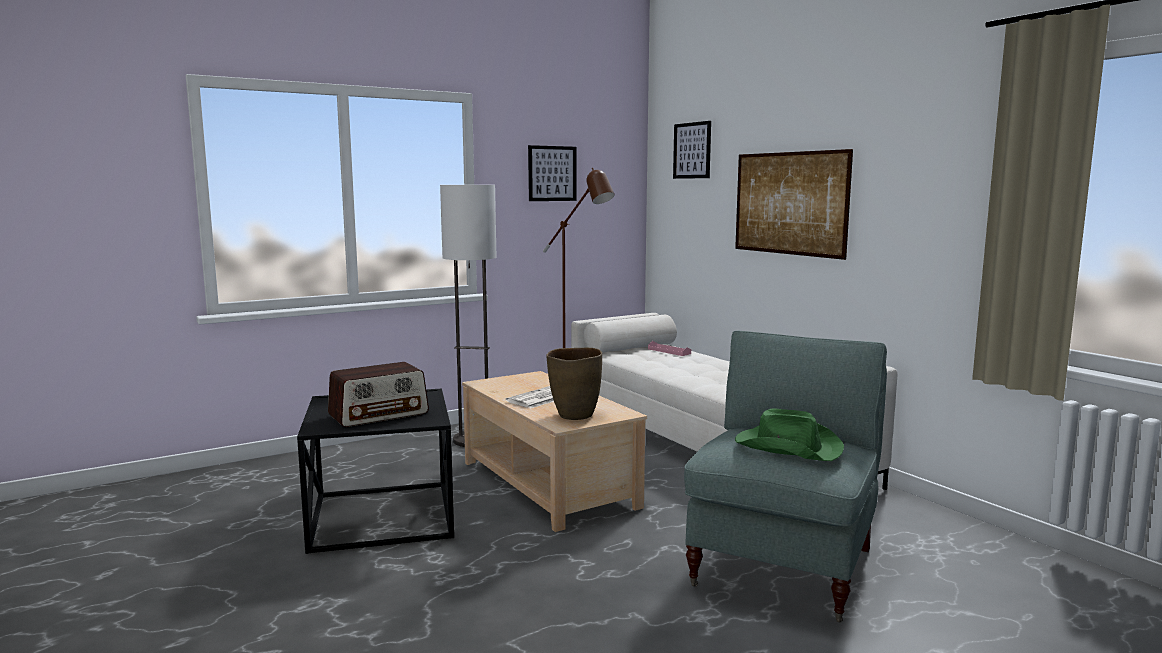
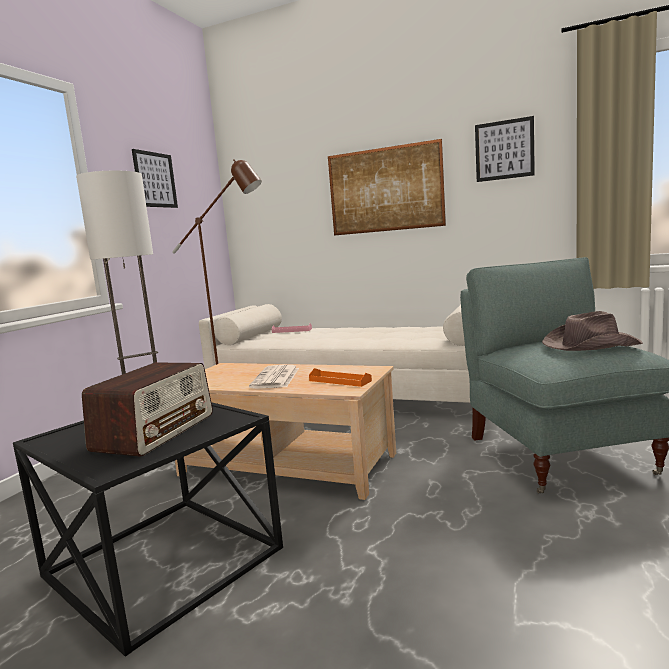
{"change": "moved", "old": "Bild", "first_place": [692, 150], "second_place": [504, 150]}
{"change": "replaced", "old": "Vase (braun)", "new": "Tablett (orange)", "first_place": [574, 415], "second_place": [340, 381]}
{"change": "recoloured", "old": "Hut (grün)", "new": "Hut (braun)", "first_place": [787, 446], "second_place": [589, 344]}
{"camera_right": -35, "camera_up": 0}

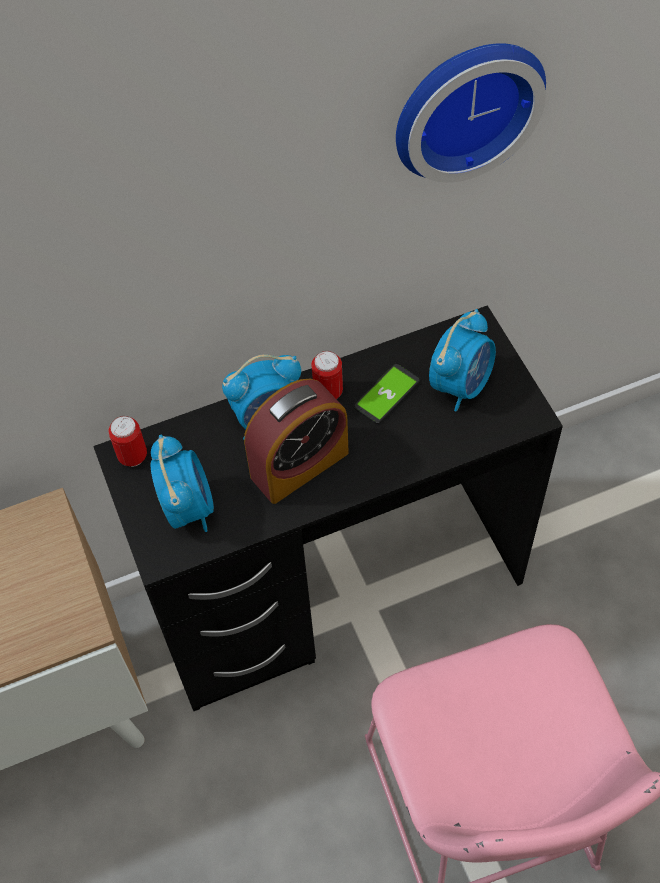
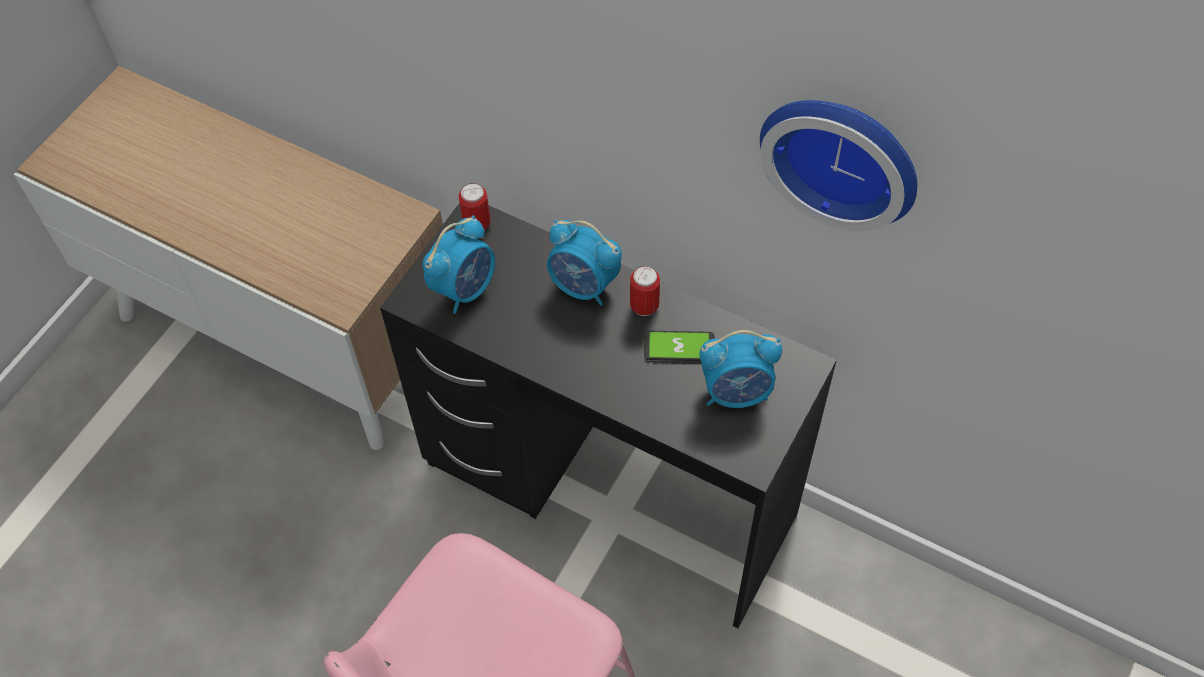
{"change": "removed", "old": "Wecker", "first_place": [299, 464]}
{"camera_right": 50, "camera_up": 0}

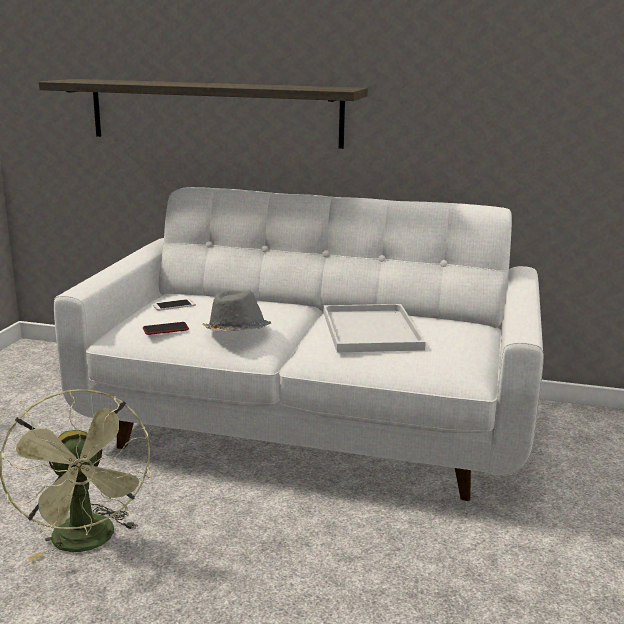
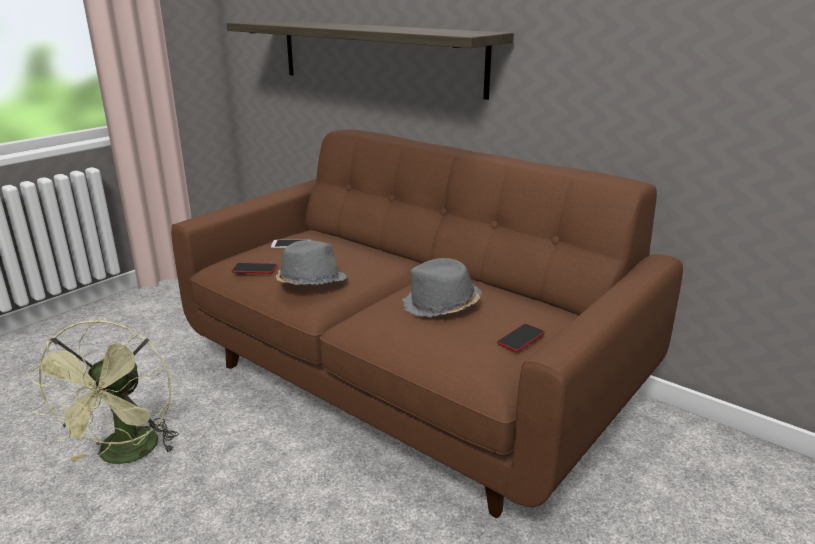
{"change": "added", "new": "Handy", "second_place": [521, 339]}
{"change": "replaced", "old": "Tablett (weiß)", "new": "Hut (grau)", "first_place": [372, 331], "second_place": [440, 306]}
{"change": "recoloured", "old": "Sofa (weiß)", "new": "Sofa (braun)", "first_place": [311, 423], "second_place": [409, 381]}
{"camera_right": 25, "camera_up": 5}

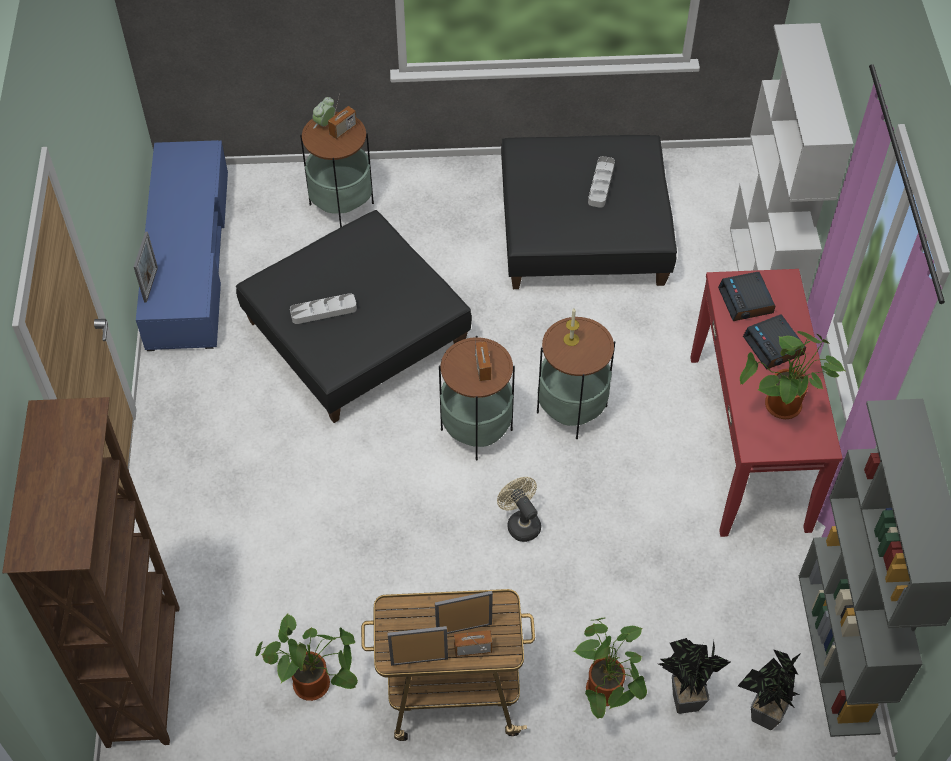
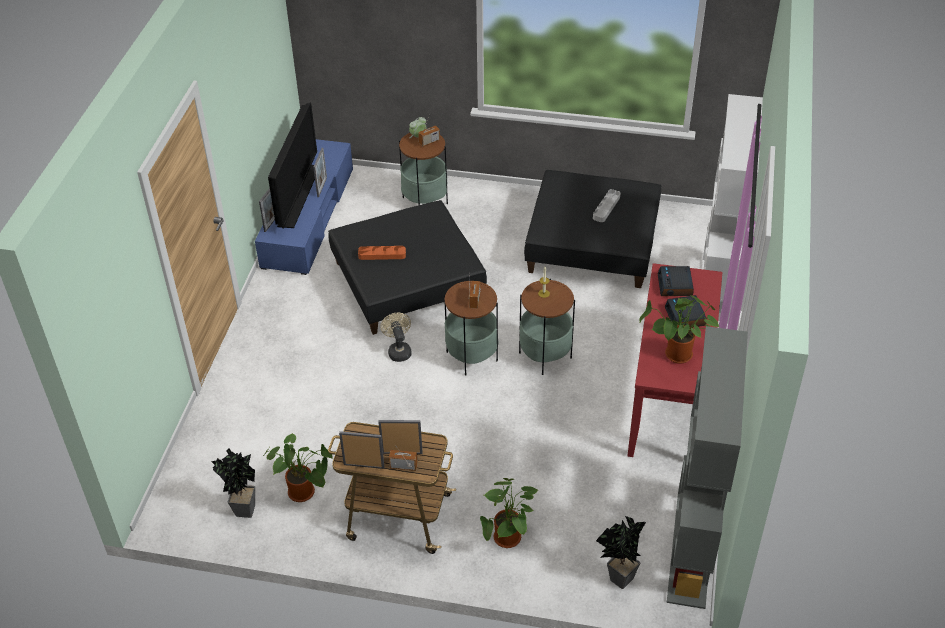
{"change": "removed", "old": "Bücherregal (braun)", "first_place": [145, 674]}
{"change": "added", "new": "Fernseher", "second_place": [298, 196]}
{"change": "added", "new": "Bilderrahmen", "second_place": [322, 187]}
{"change": "moved", "old": "Ventilator (beige)", "first_place": [520, 523], "second_place": [398, 350]}
{"change": "moved", "old": "Topfpflanze", "first_place": [680, 700], "second_place": [242, 508]}
{"change": "recoloured", "old": "Tablett (grau)", "new": "Tablett (orange)", "first_place": [323, 311], "second_place": [382, 255]}
{"camera_right": 15, "camera_up": -10}

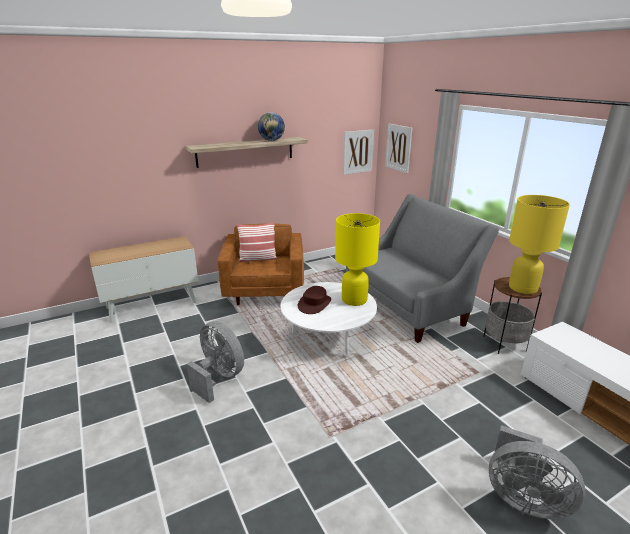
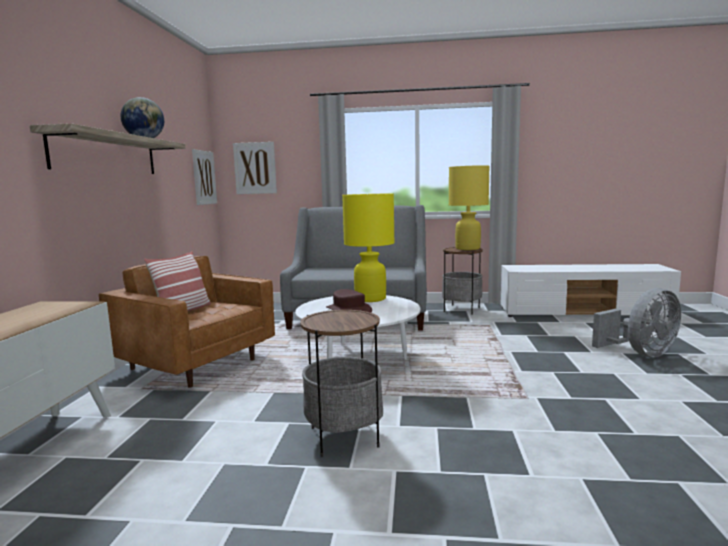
{"change": "replaced", "old": "Ventilator (grau)", "new": "Beistelltisch", "first_place": [219, 377], "second_place": [344, 437]}
{"camera_right": -55, "camera_up": -15}

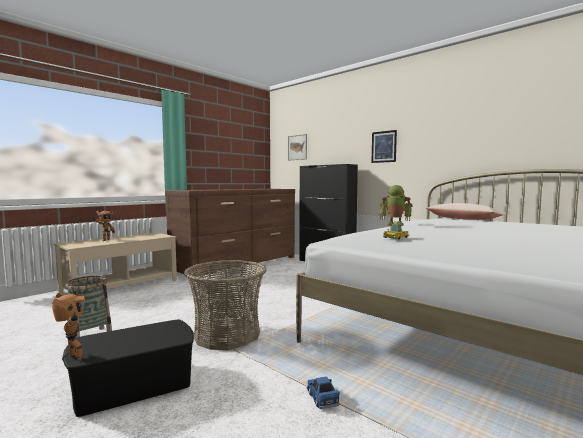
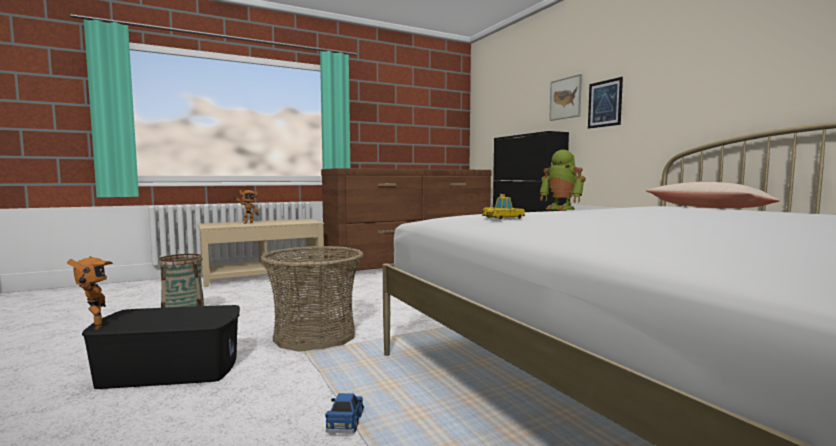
{"change": "moved", "old": "Bild", "first_place": [297, 147], "second_place": [565, 98]}
{"camera_right": 20, "camera_up": 0}

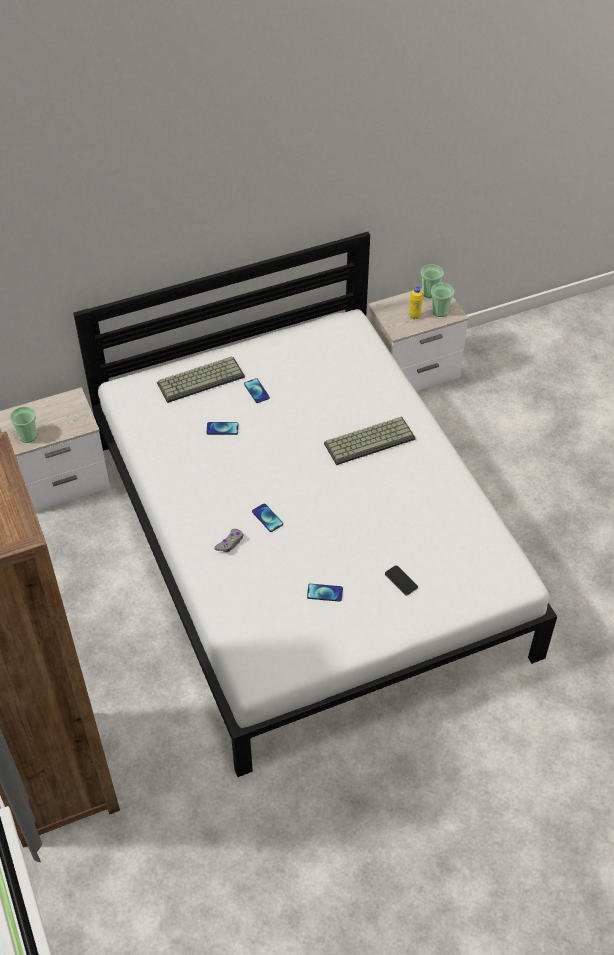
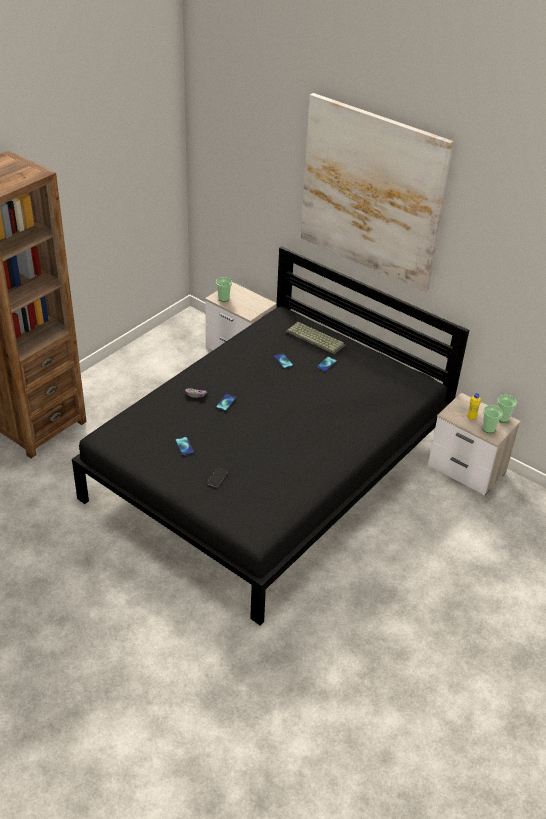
{"change": "removed", "old": "Tastatur", "first_place": [369, 440]}
{"change": "added", "new": "Bild", "second_place": [371, 192]}
{"change": "recoloured", "old": "Bett (weiß)", "new": "Bett (schwarz)", "first_place": [308, 544], "second_place": [271, 469]}
{"camera_right": 60, "camera_up": -10}

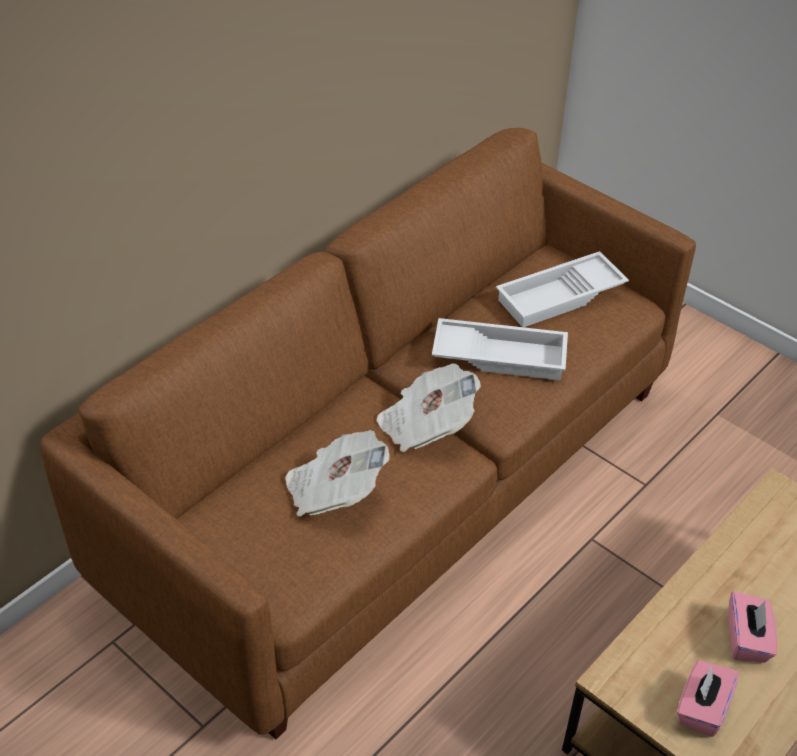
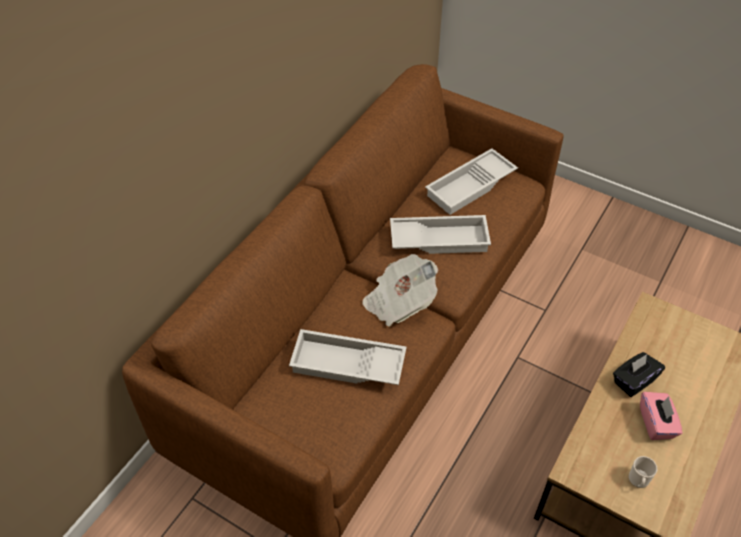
{"change": "added", "new": "Taschentuchbox (schwarz)", "second_place": [633, 381]}
{"change": "replaced", "old": "Zeitung", "new": "Tablett (weiß)", "first_place": [335, 491], "second_place": [347, 365]}
{"change": "replaced", "old": "Taschentuchbox (rosa)", "new": "Henkelbecher", "first_place": [701, 709], "second_place": [638, 481]}
{"camera_right": -10, "camera_up": 5}

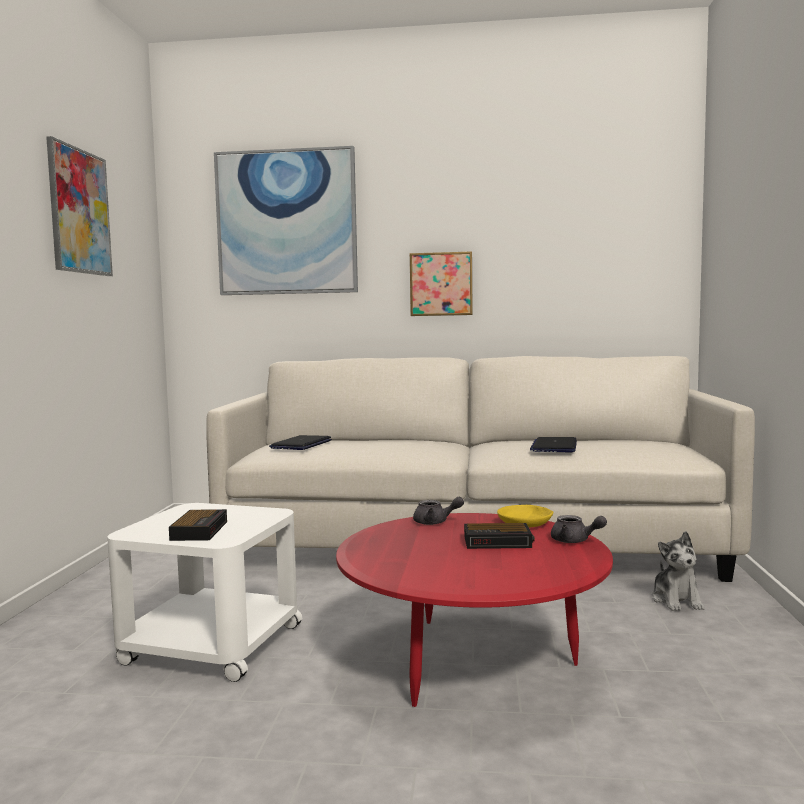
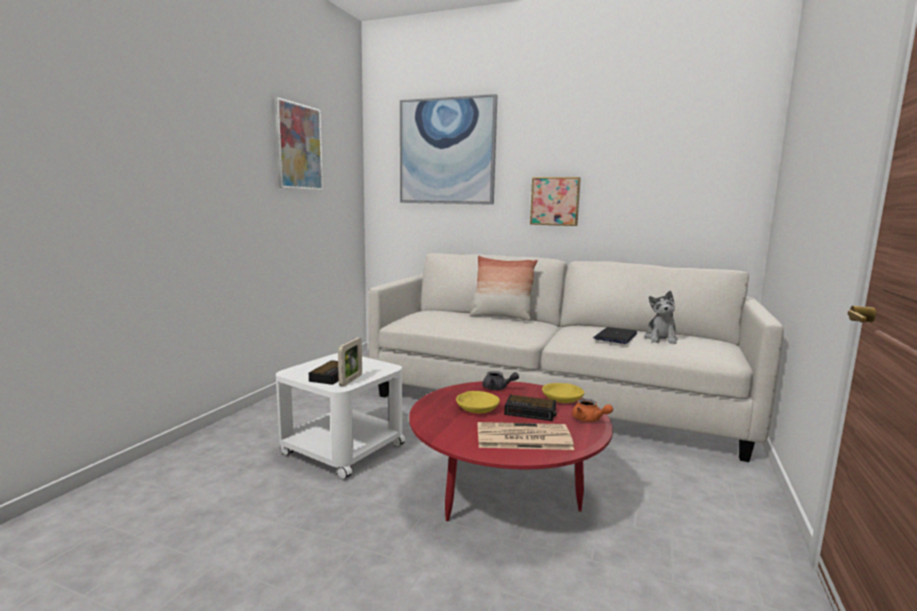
{"change": "removed", "old": "Laptop", "first_place": [301, 444]}
{"change": "added", "new": "Bilderrahmen", "second_place": [351, 380]}
{"change": "added", "new": "Schüssel (gelb)", "second_place": [477, 408]}
{"change": "added", "new": "Kissen", "second_place": [501, 317]}
{"change": "added", "new": "Zeitung", "second_place": [522, 437]}
{"change": "moved", "old": "Plüschtier", "first_place": [676, 600], "second_place": [661, 339]}
{"change": "recoloured", "old": "Teekanne (grau)", "new": "Teekanne (orange)", "first_place": [574, 541], "second_place": [589, 420]}
{"camera_right": 15, "camera_up": 5}

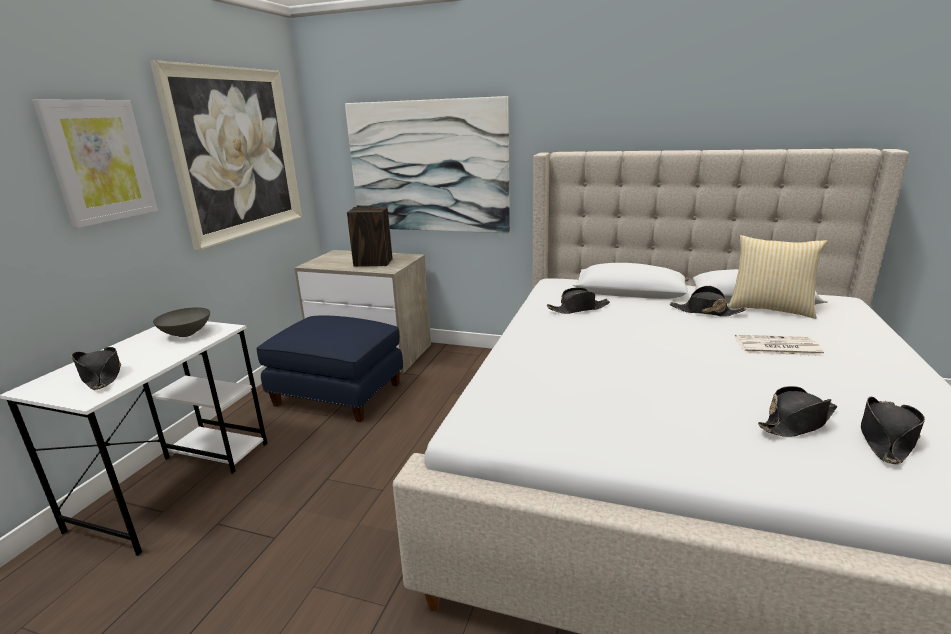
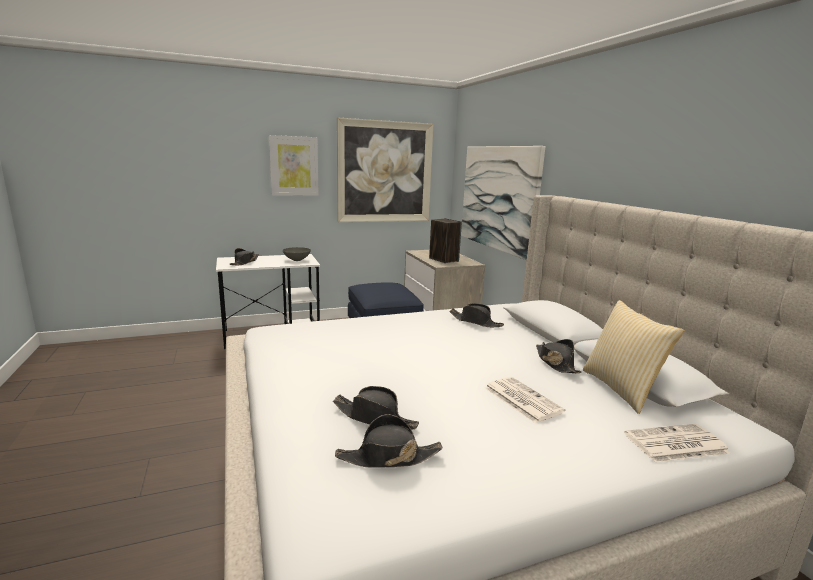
{"change": "added", "new": "Zeitung", "second_place": [675, 444]}
{"camera_right": 50, "camera_up": -5}

